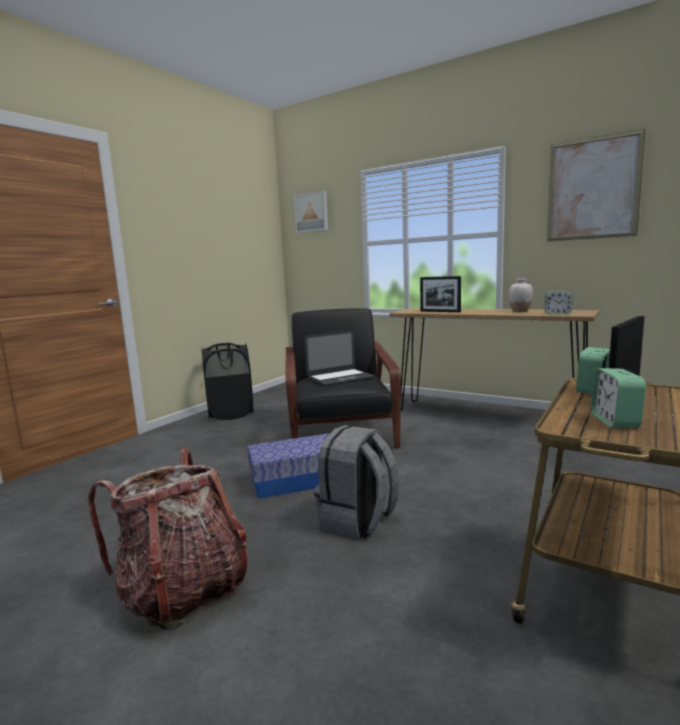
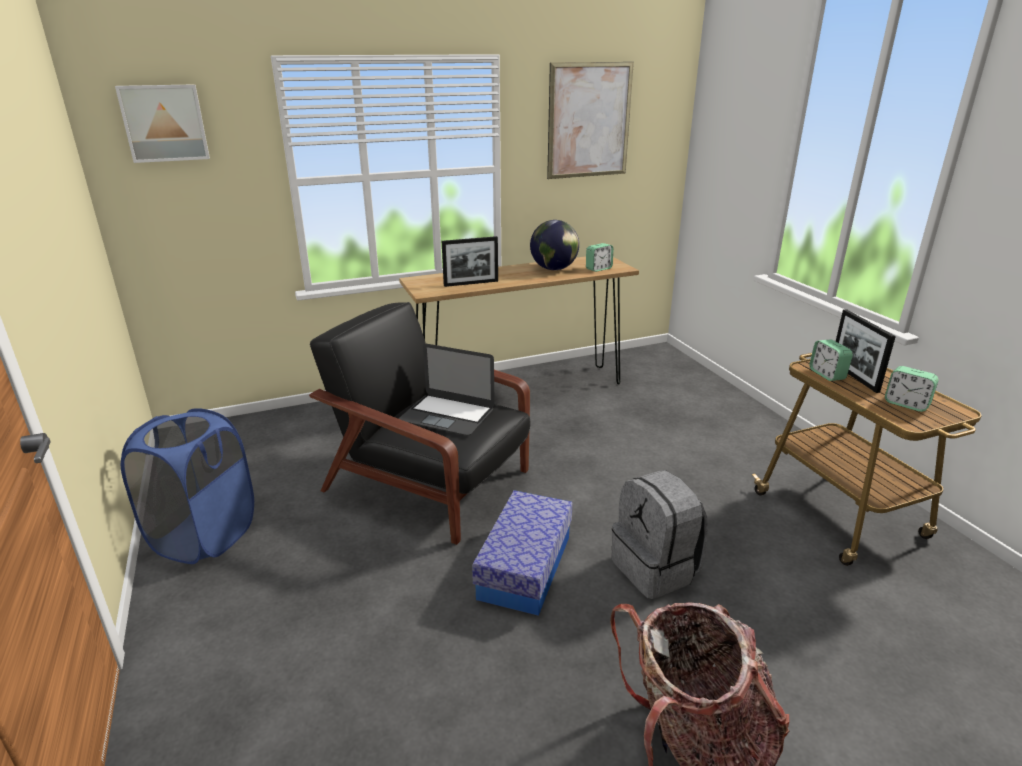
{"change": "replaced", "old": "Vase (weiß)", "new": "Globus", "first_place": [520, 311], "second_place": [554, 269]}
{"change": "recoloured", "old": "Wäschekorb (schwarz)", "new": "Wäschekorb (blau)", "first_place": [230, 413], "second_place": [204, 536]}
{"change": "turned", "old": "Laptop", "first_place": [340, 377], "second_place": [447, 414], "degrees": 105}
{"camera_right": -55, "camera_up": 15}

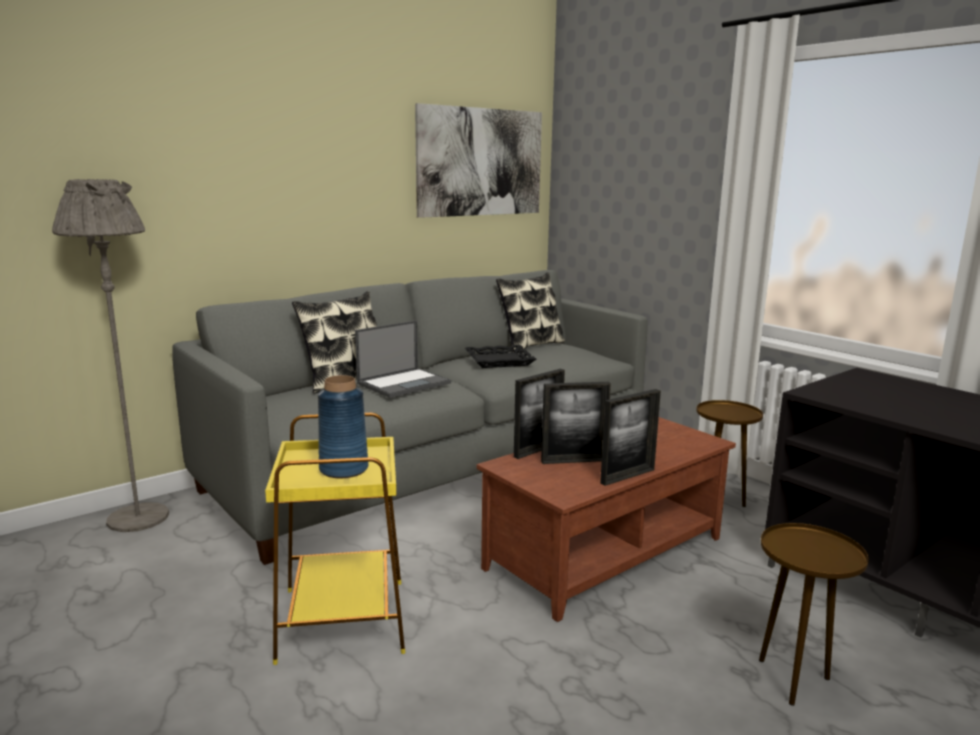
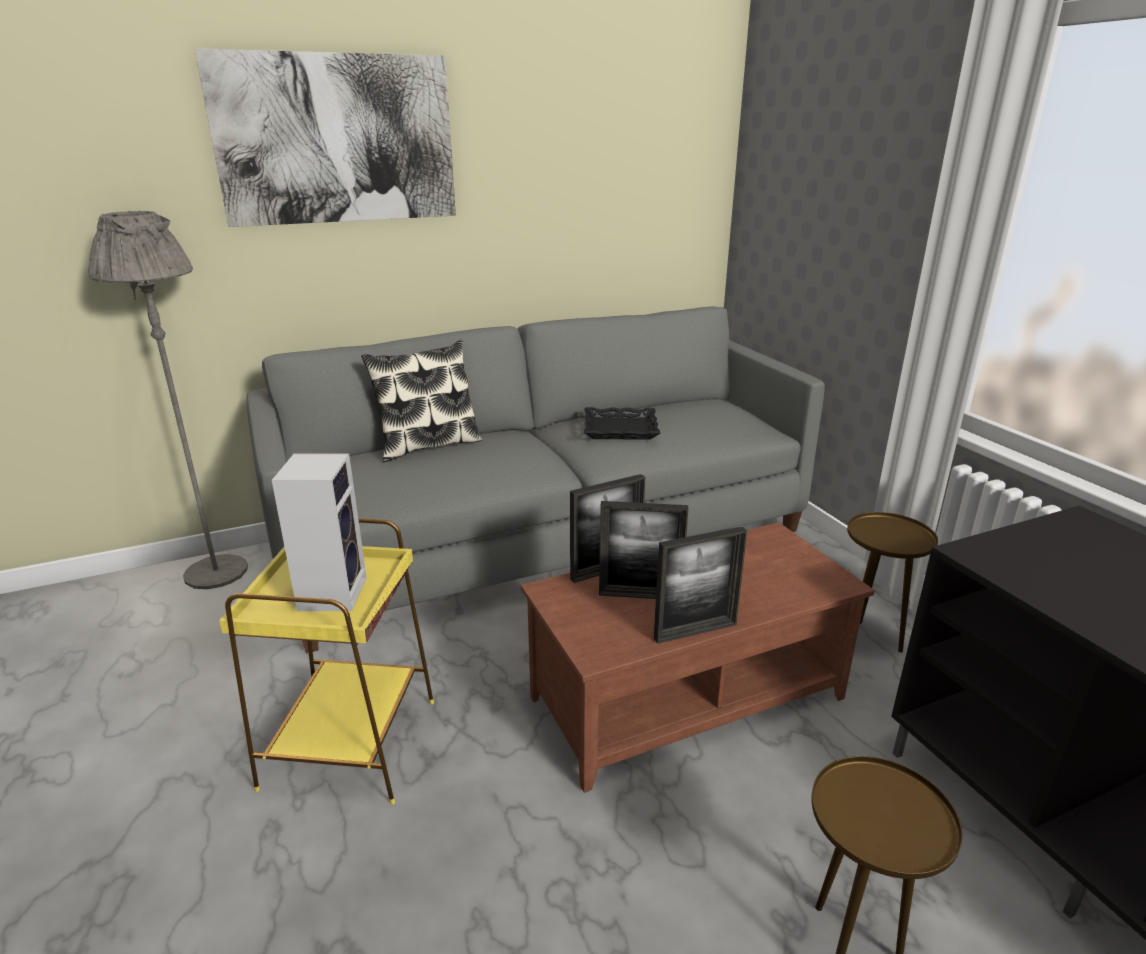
{"change": "removed", "old": "Laptop", "first_place": [404, 383]}
{"change": "removed", "old": "Kissen", "first_place": [530, 345]}
{"change": "moved", "old": "Bild", "first_place": [480, 162], "second_place": [337, 140]}
{"change": "replaced", "old": "Vase (blau)", "new": "Lautsprecher", "first_place": [343, 469], "second_place": [332, 592]}
{"camera_right": 15, "camera_up": 10}

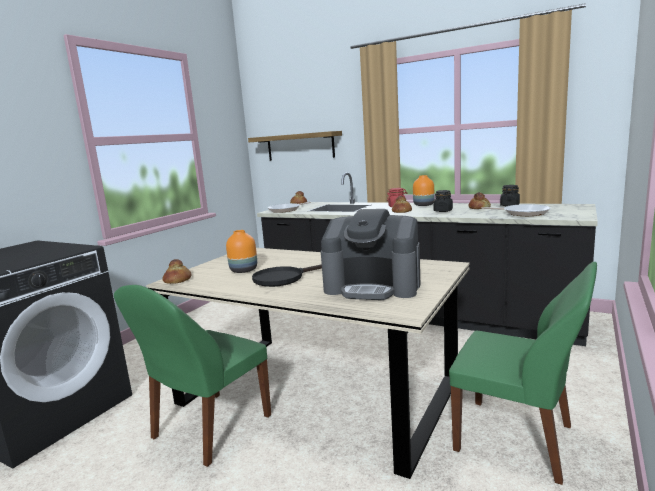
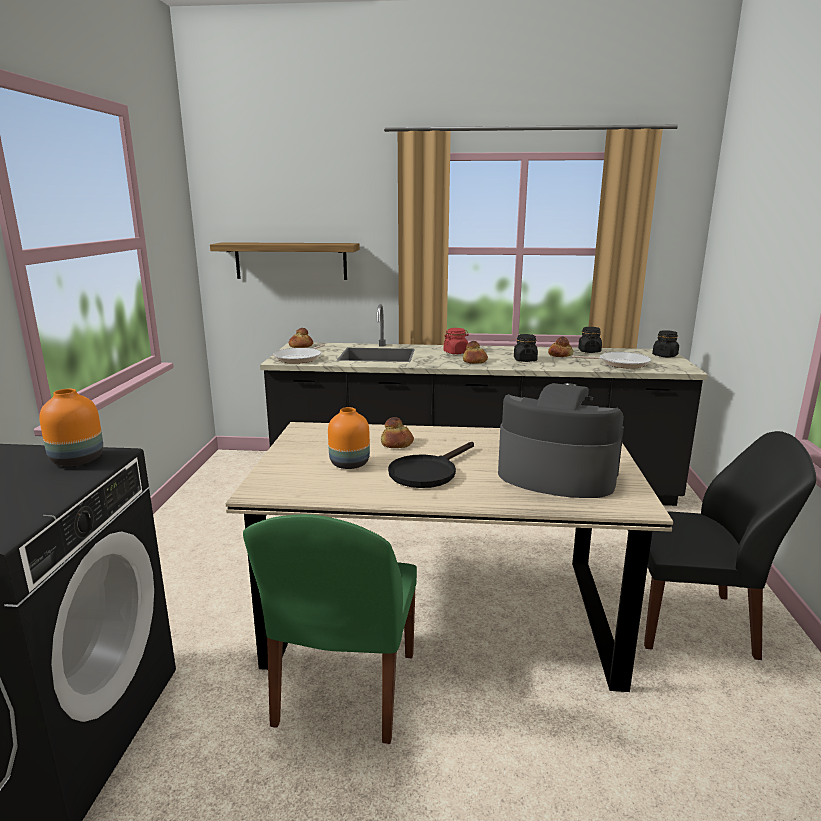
{"change": "added", "new": "Vorratsglas (schwarz)", "second_place": [665, 355]}
{"change": "moved", "old": "Brot", "first_place": [178, 280], "second_place": [397, 443]}
{"change": "moved", "old": "Vase (orange)", "first_place": [423, 205], "second_place": [76, 460]}
{"change": "recoloured", "old": "Stuhl (grün)", "new": "Stuhl (schwarz)", "first_place": [517, 439], "second_place": [692, 622]}
{"change": "turned", "old": "Kaffeemaschine", "first_place": [373, 286], "second_place": [556, 475], "degrees": -150}
{"camera_right": -25, "camera_up": 5}

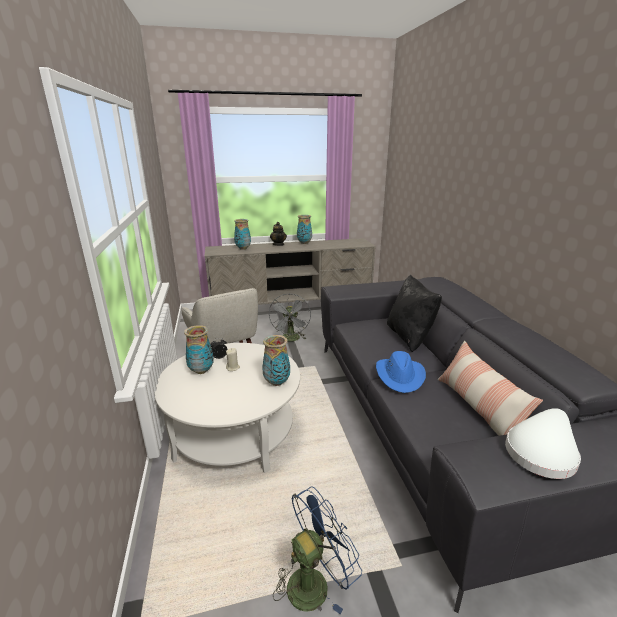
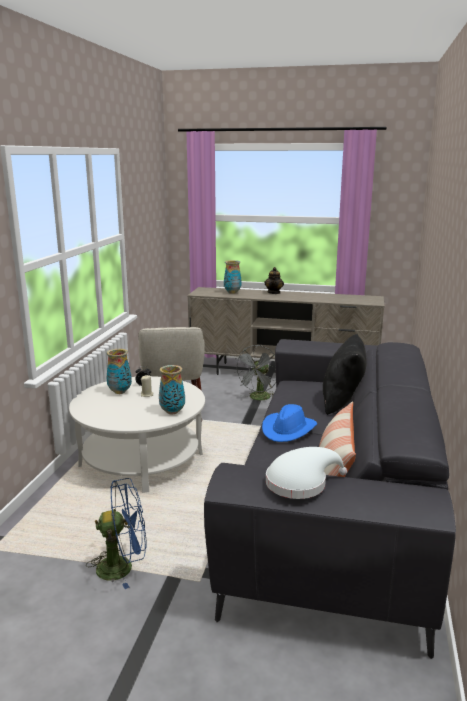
{"change": "removed", "old": "Vase", "first_place": [304, 243]}
{"camera_right": 25, "camera_up": -5}

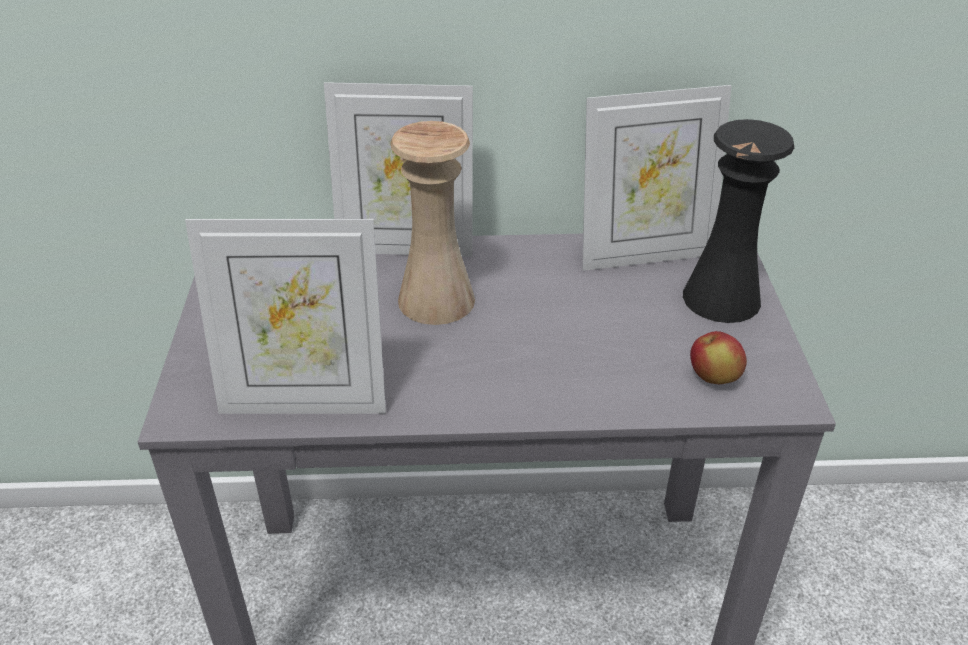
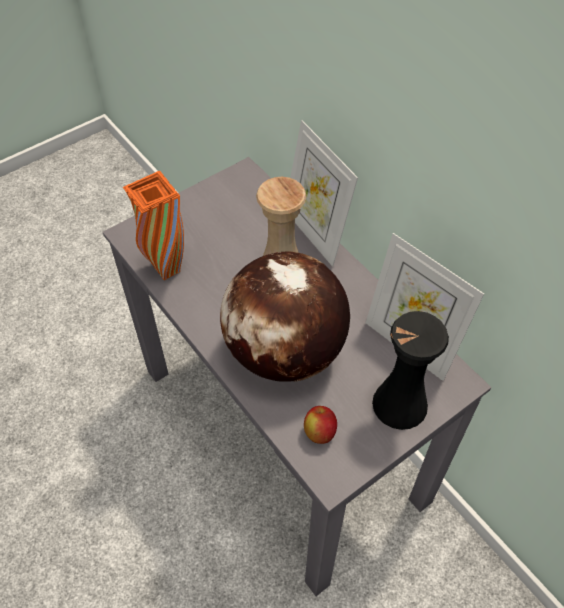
{"change": "added", "new": "Globus", "second_place": [285, 352]}
{"change": "replaced", "old": "Bilderrahmen", "new": "Vase (orange)", "first_place": [304, 401], "second_place": [167, 270]}
{"camera_right": 55, "camera_up": 15}

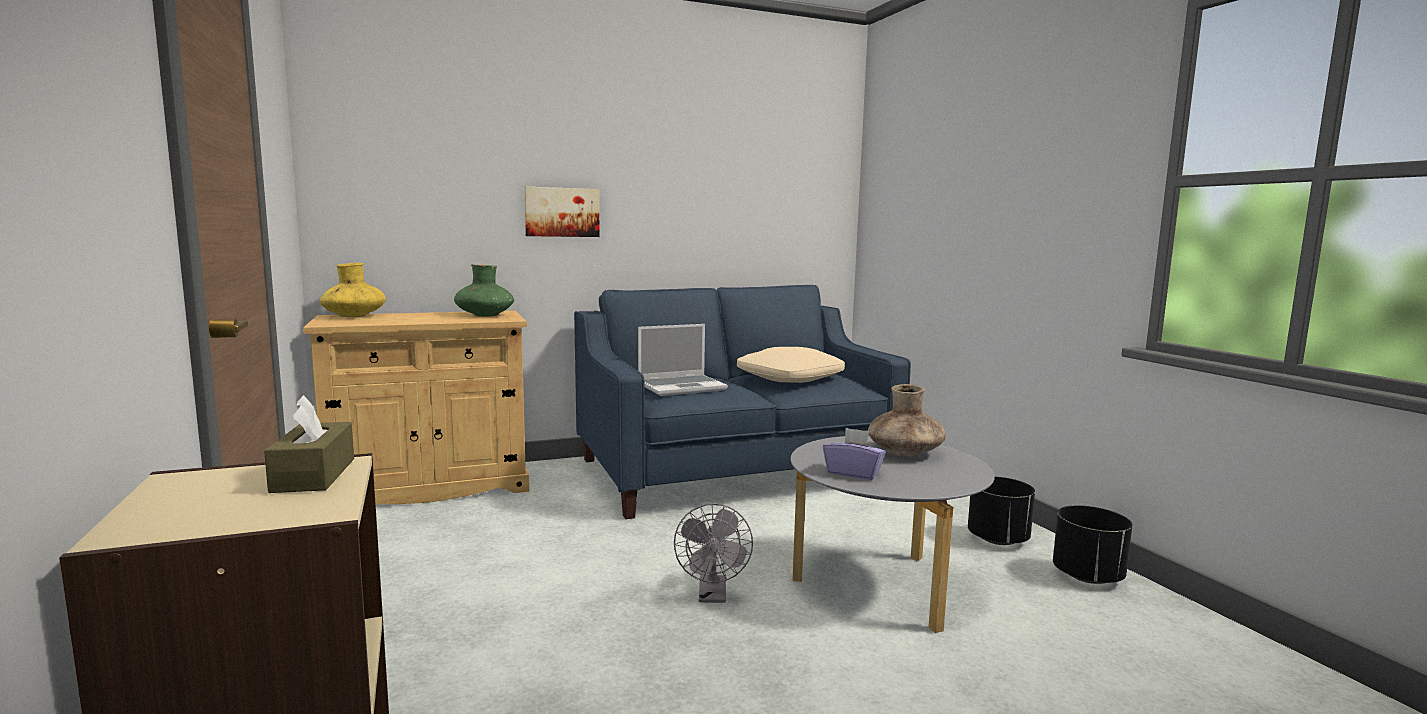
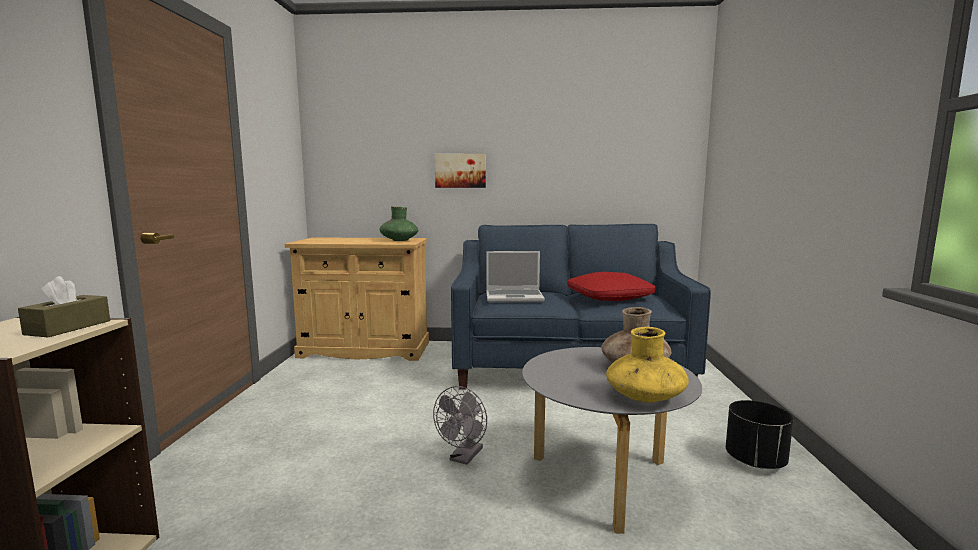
{"change": "removed", "old": "Taschentuchbox (lila)", "first_place": [853, 473]}
{"change": "removed", "old": "Pflanzkübel (schwarz)", "first_place": [1088, 577]}
{"change": "moved", "old": "Vase (gelb)", "first_place": [354, 316], "second_place": [644, 397]}
{"change": "recoloured", "old": "Kissen (beige)", "new": "Kissen (rot)", "first_place": [789, 378], "second_place": [609, 297]}
{"camera_right": 25, "camera_up": 0}

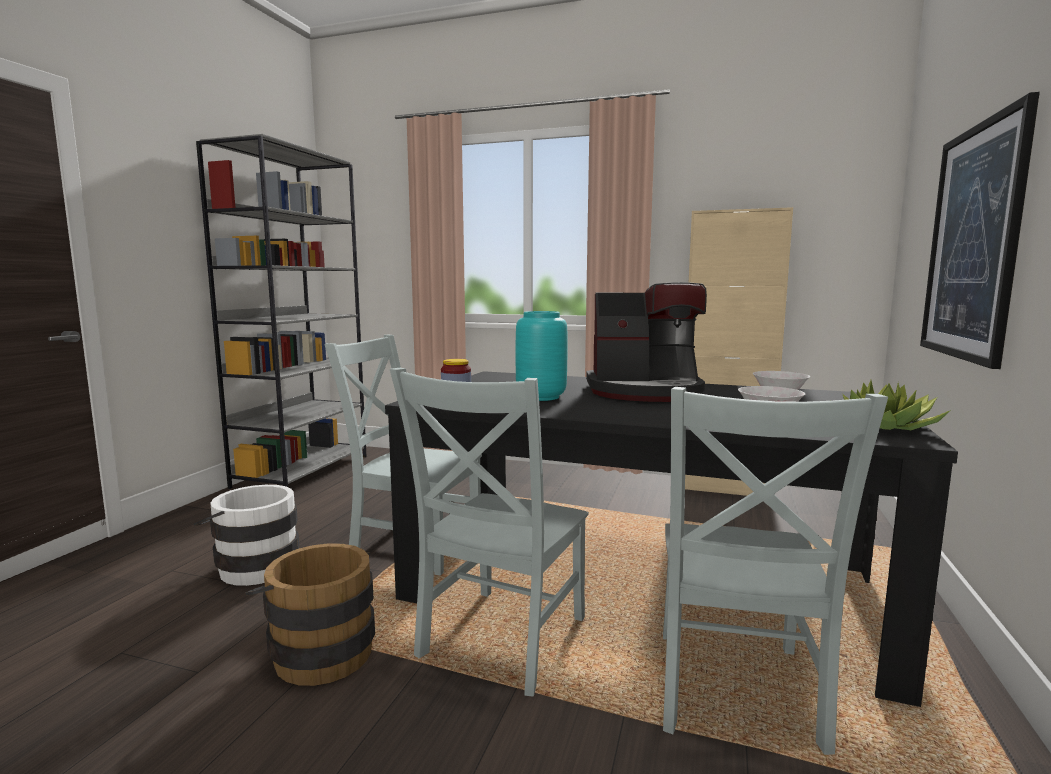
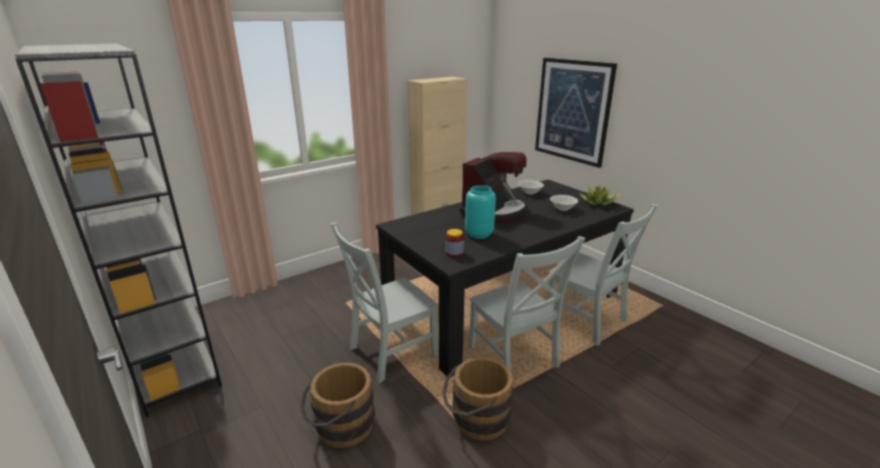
{"change": "recoloured", "old": "Eimer (weiß)", "new": "Eimer (braun)", "first_place": [253, 566], "second_place": [340, 427]}
{"camera_right": -55, "camera_up": 15}

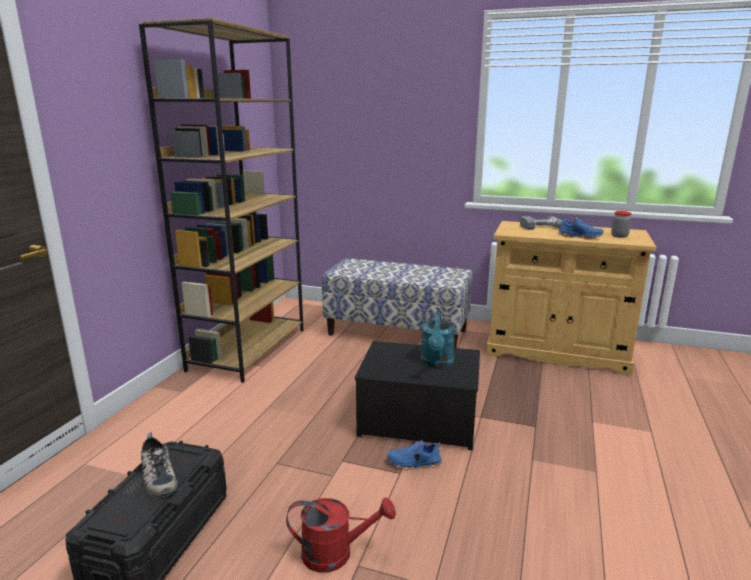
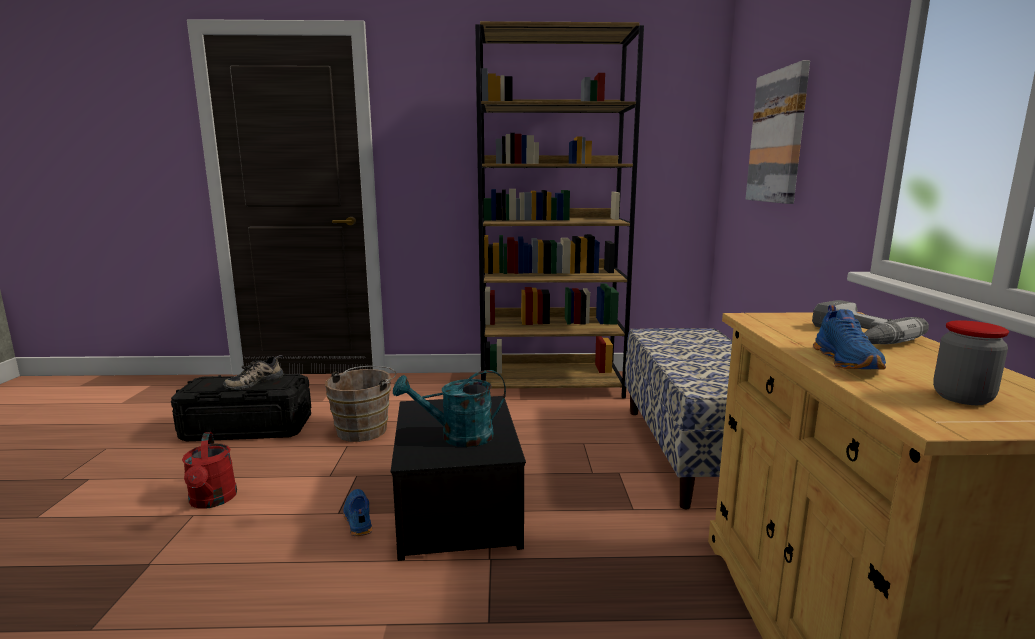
{"change": "added", "new": "Eimer (braun)", "second_place": [365, 429]}
{"change": "added", "new": "Bild", "second_place": [778, 137]}
{"camera_right": 70, "camera_up": -5}

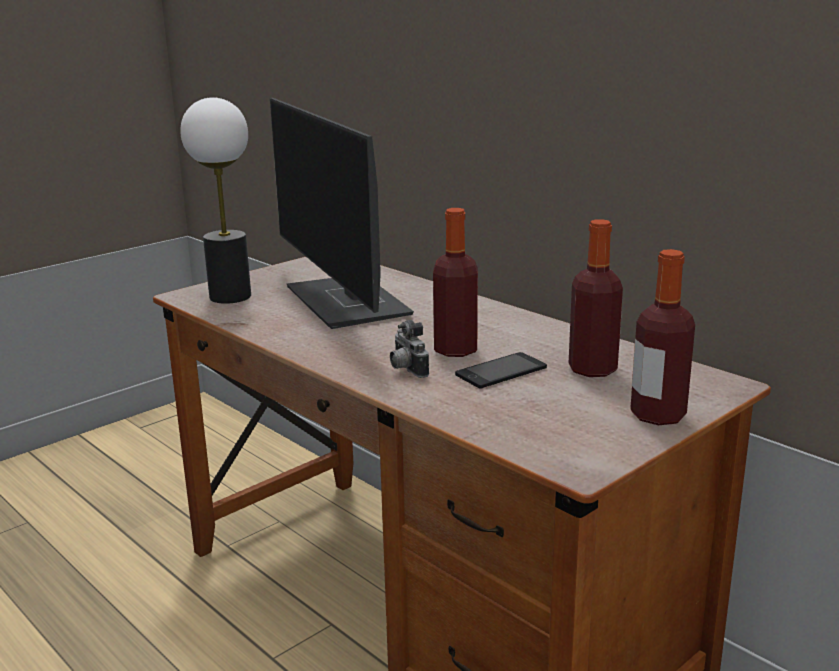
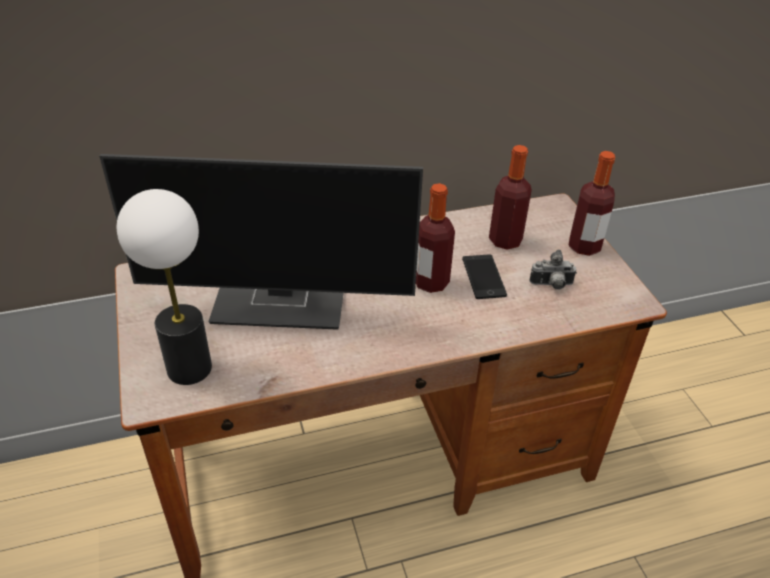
{"change": "moved", "old": "Kamera", "first_place": [406, 370], "second_place": [551, 285]}
{"camera_right": -65, "camera_up": 20}

